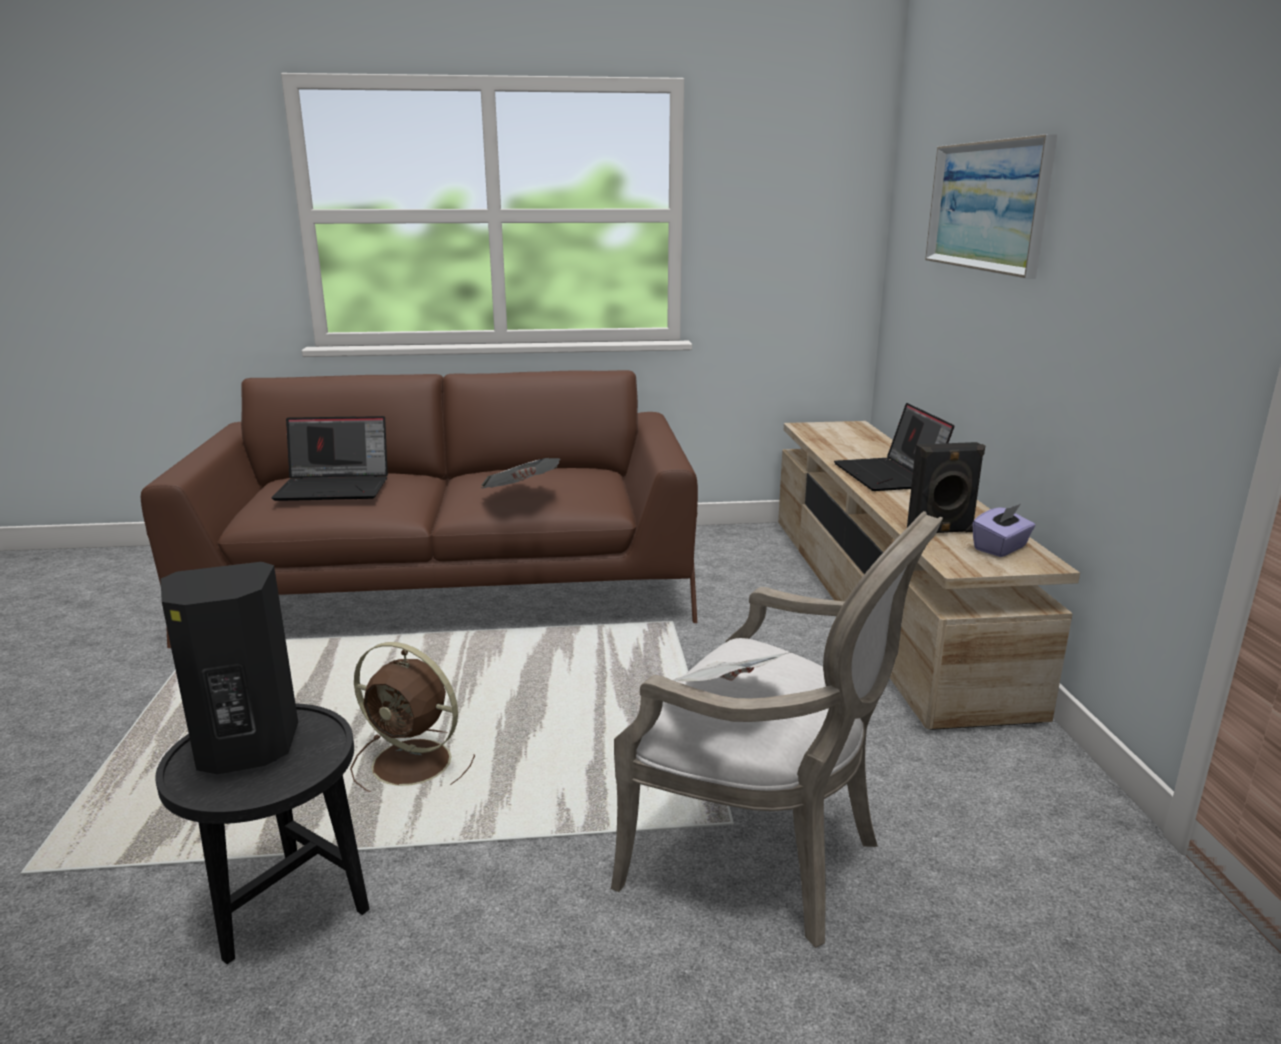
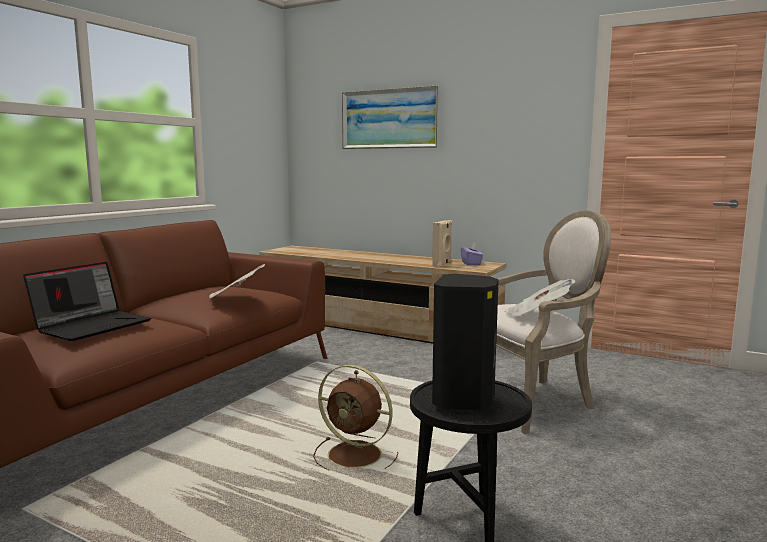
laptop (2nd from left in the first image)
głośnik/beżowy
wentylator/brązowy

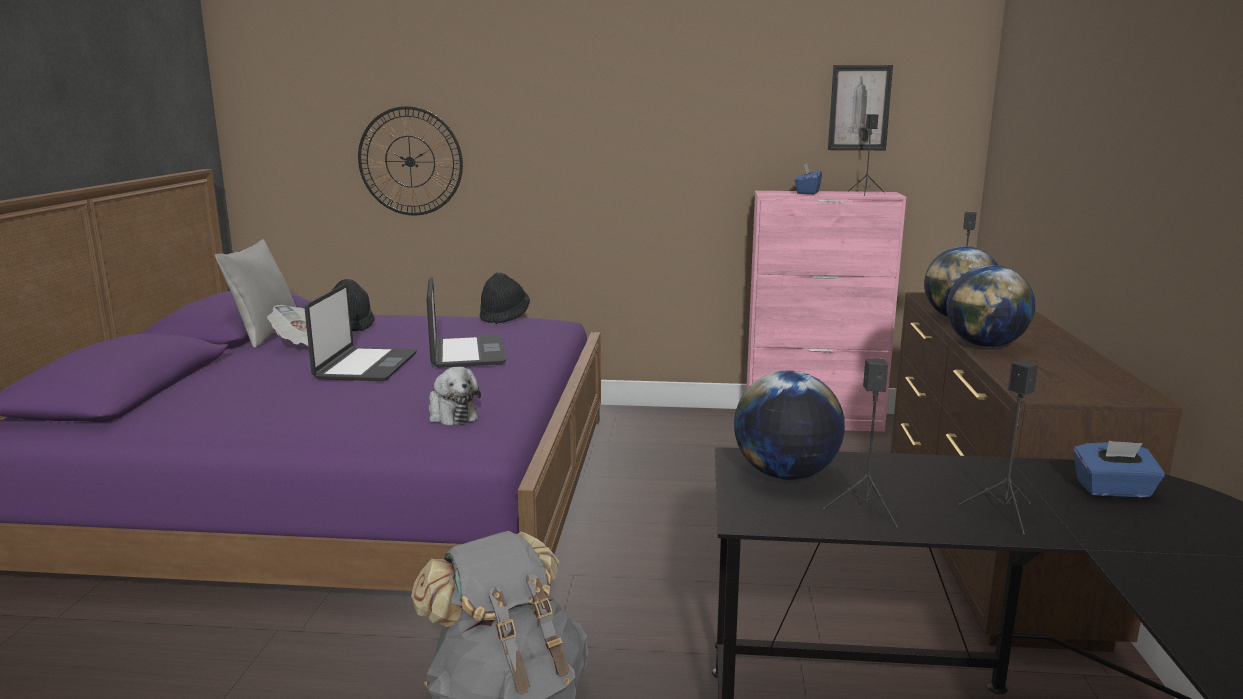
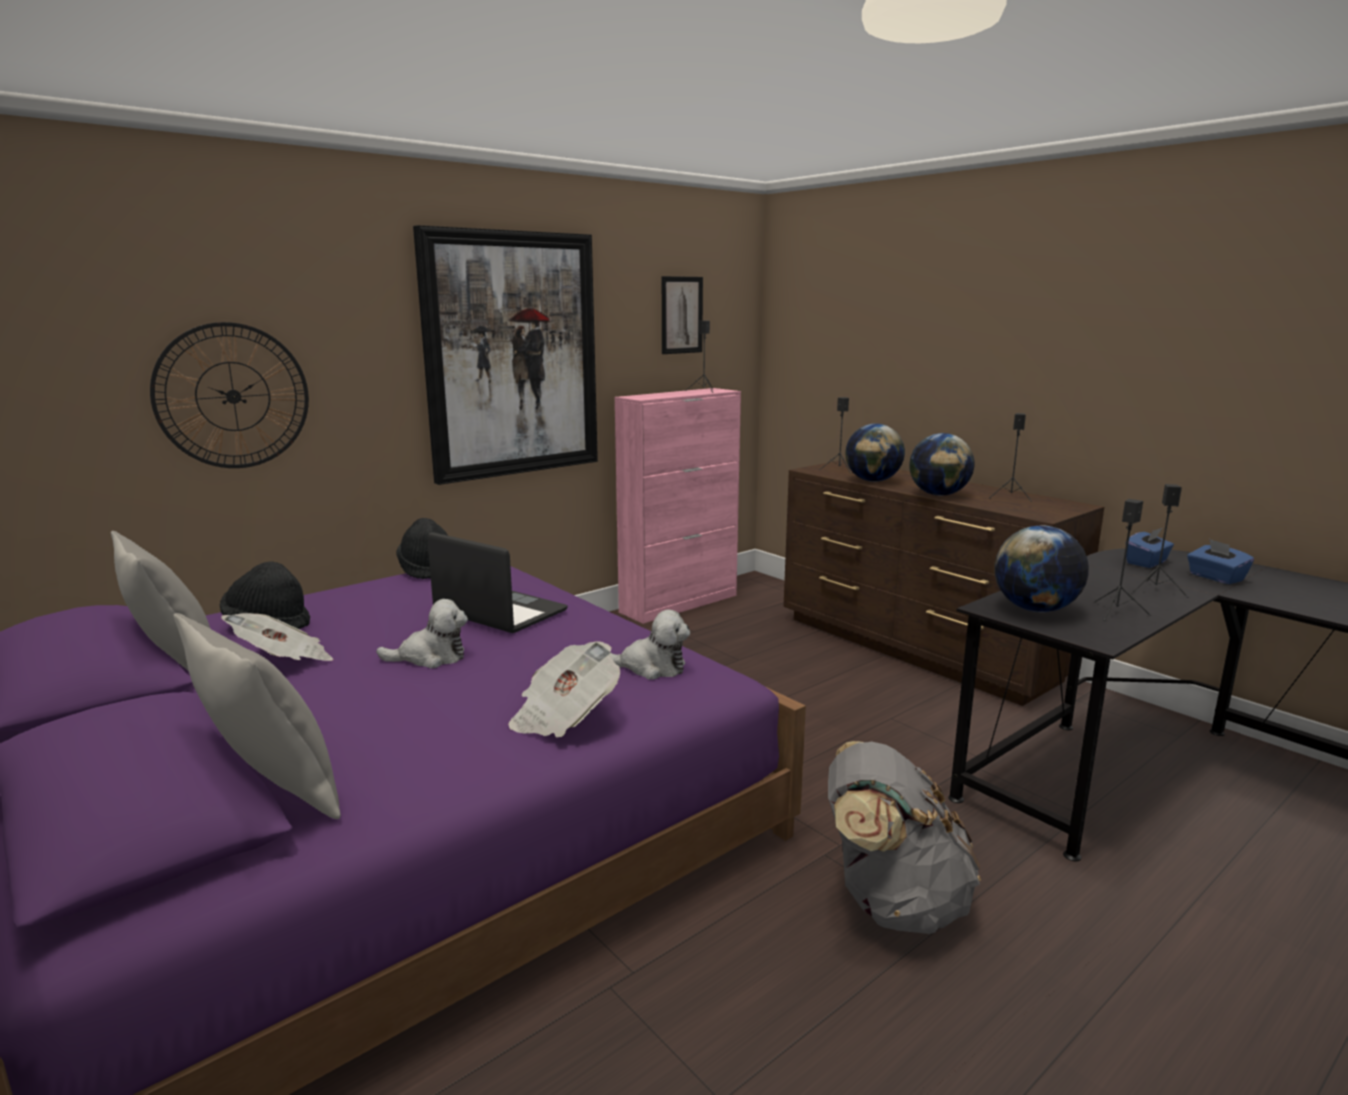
pudełko chusteczek/niebieski (2nd from left)
pluszak (1st from left)
obraz (1st from left)
głośnik/czarny (3rd from left)
poduszka/szary (2nd from left)
gazeta (2nd from left)

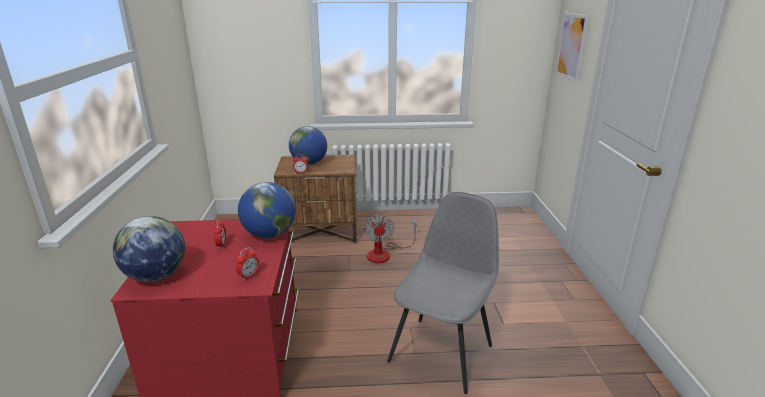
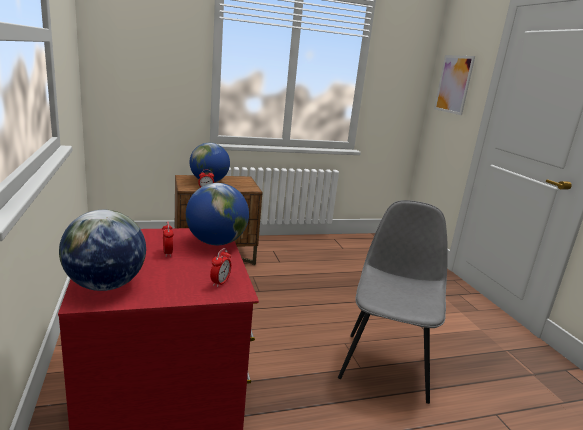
wentylator

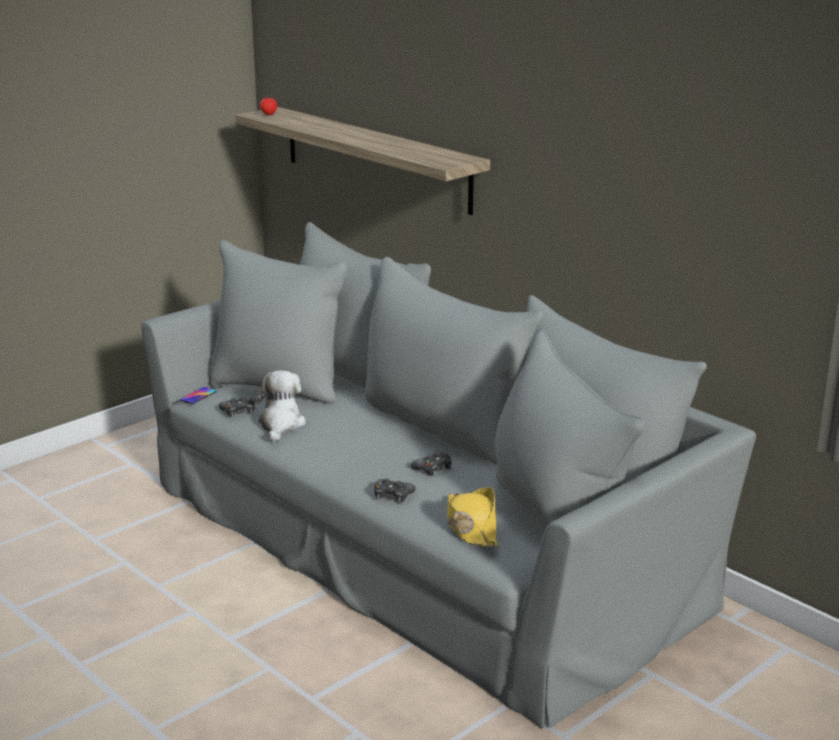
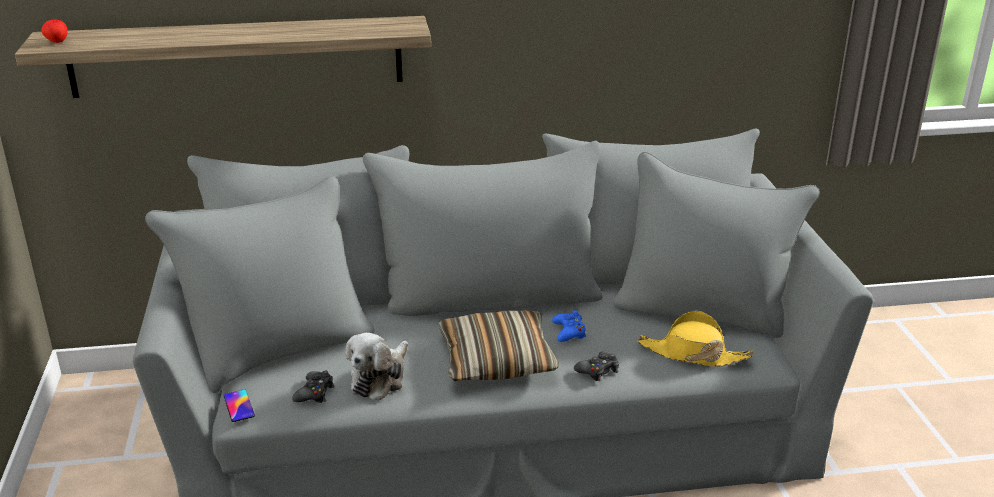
pluszak
pad do gier/niebieski
poduszka

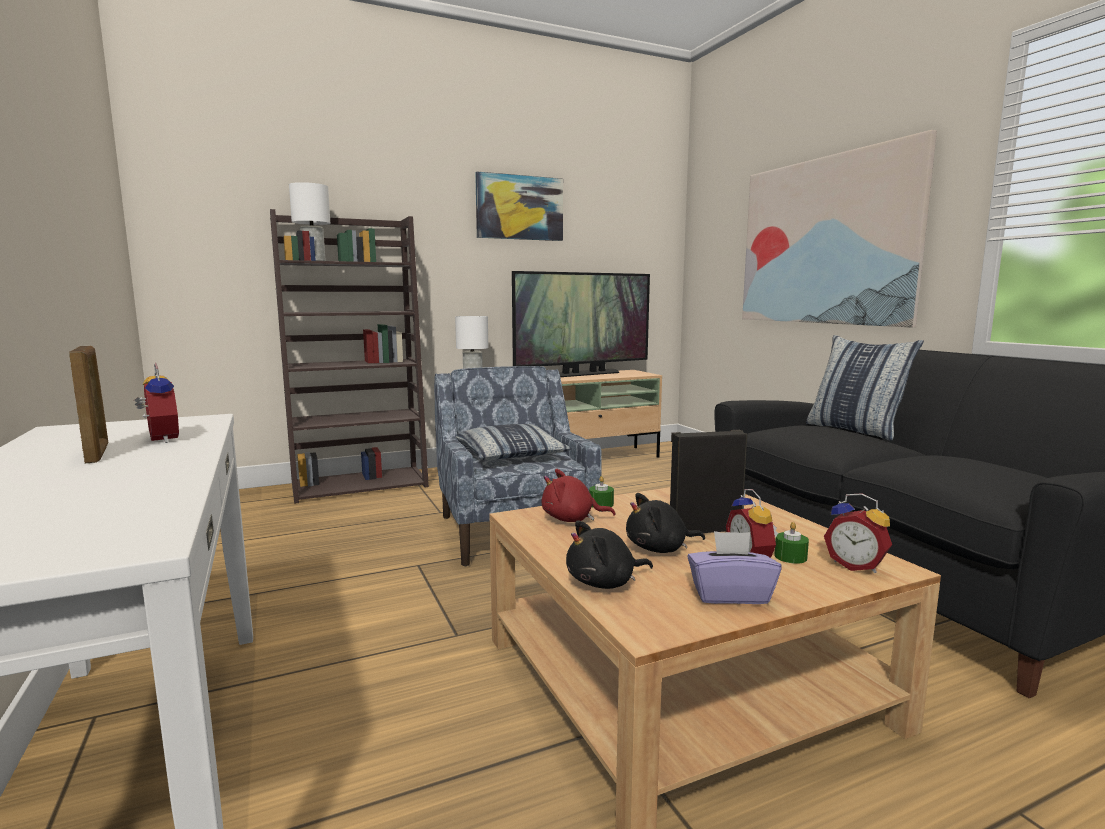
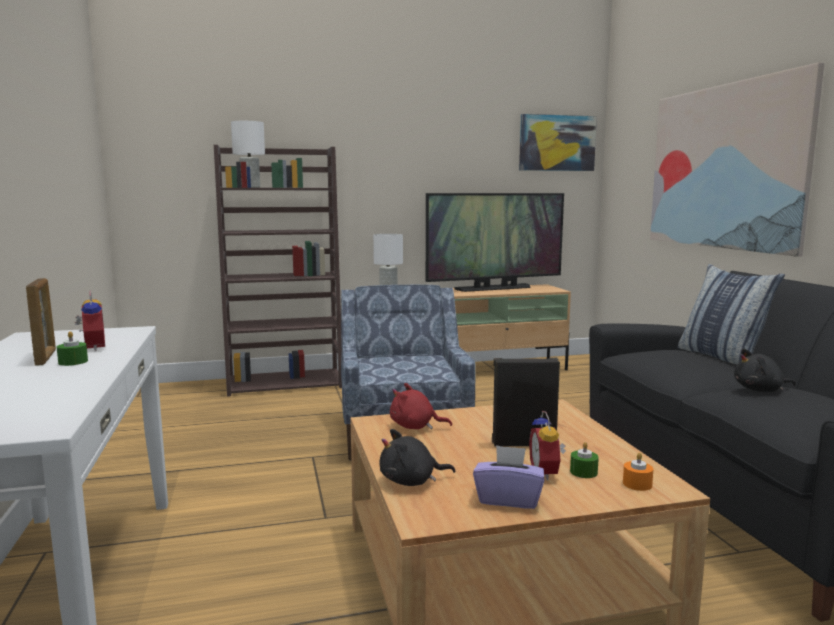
obraz (1st from left)
poduszka (1st from left in the first image)
świeca/zielony (1st from left)
pluszak/czarny (2nd from left)
świeca/pomarańczowy

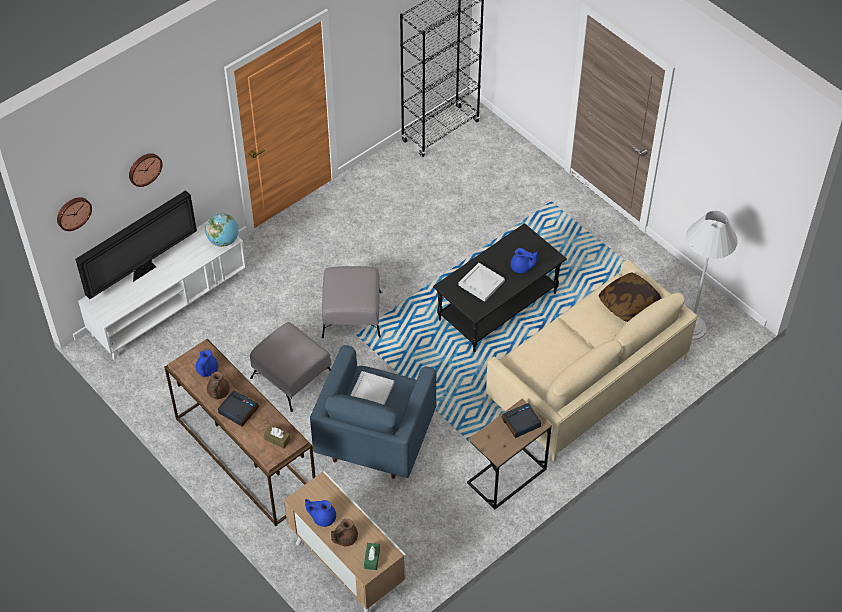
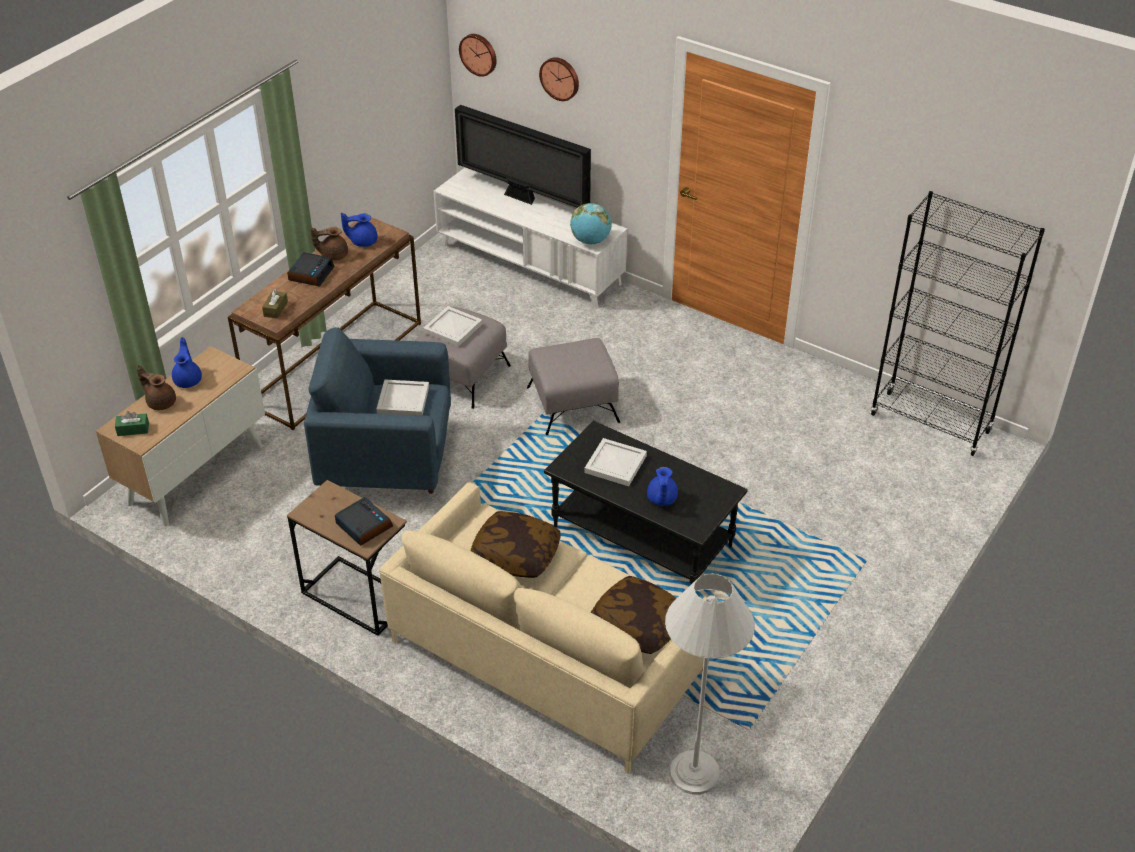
taca/biały (2nd from left)
poduszka (1st from left)

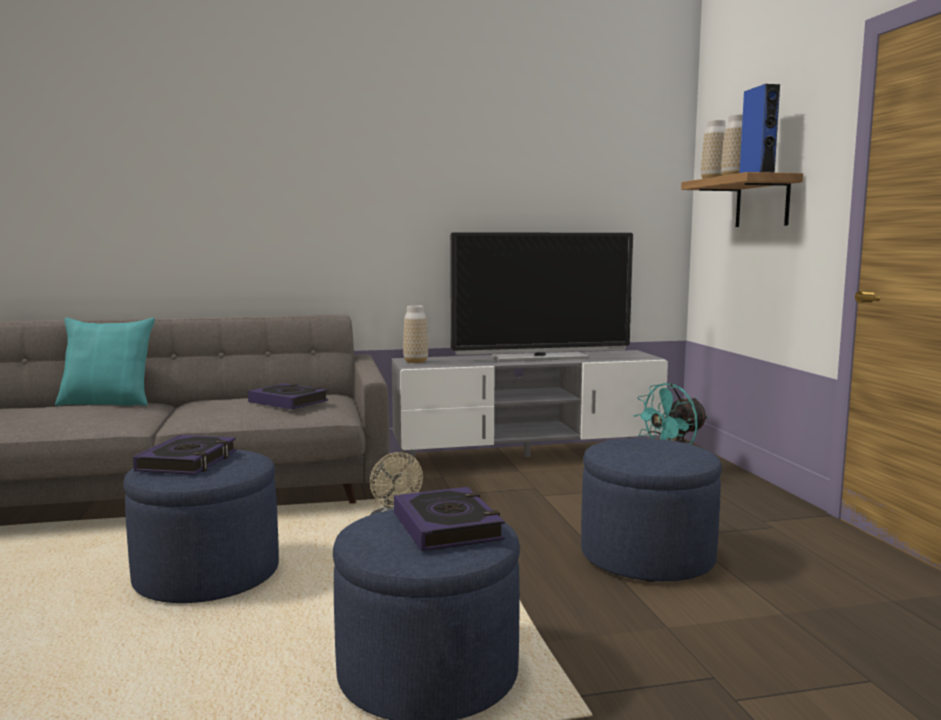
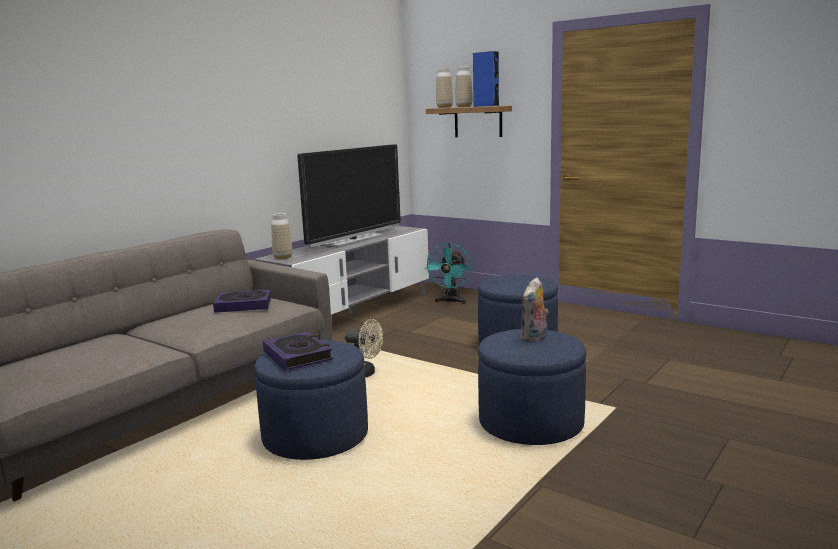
poduszka/turkusowy
pluszak

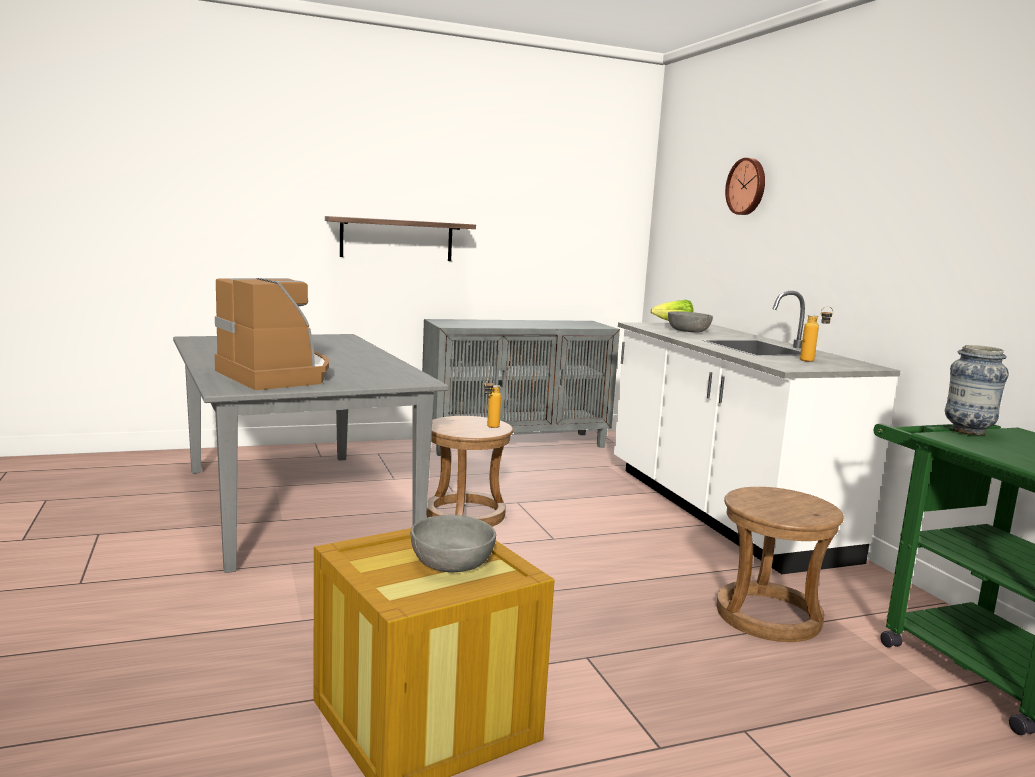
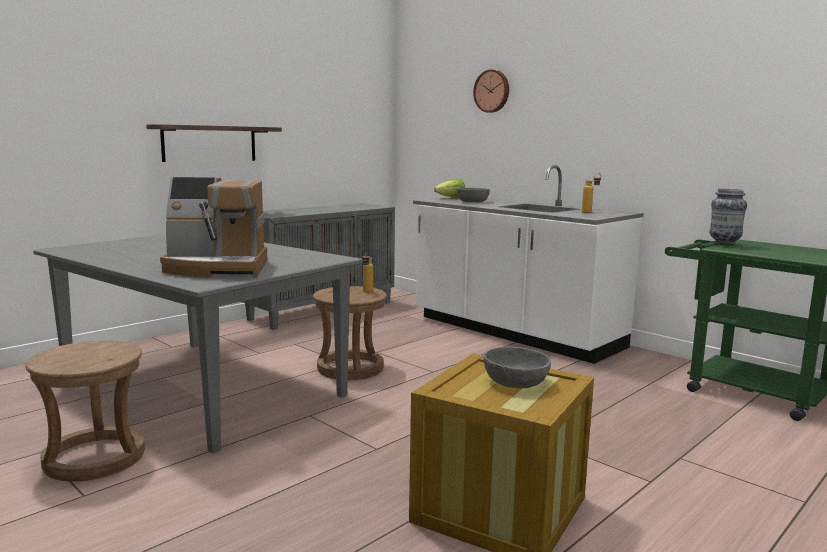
ekspres do kawy
stołek/brązowy (1st from left)

